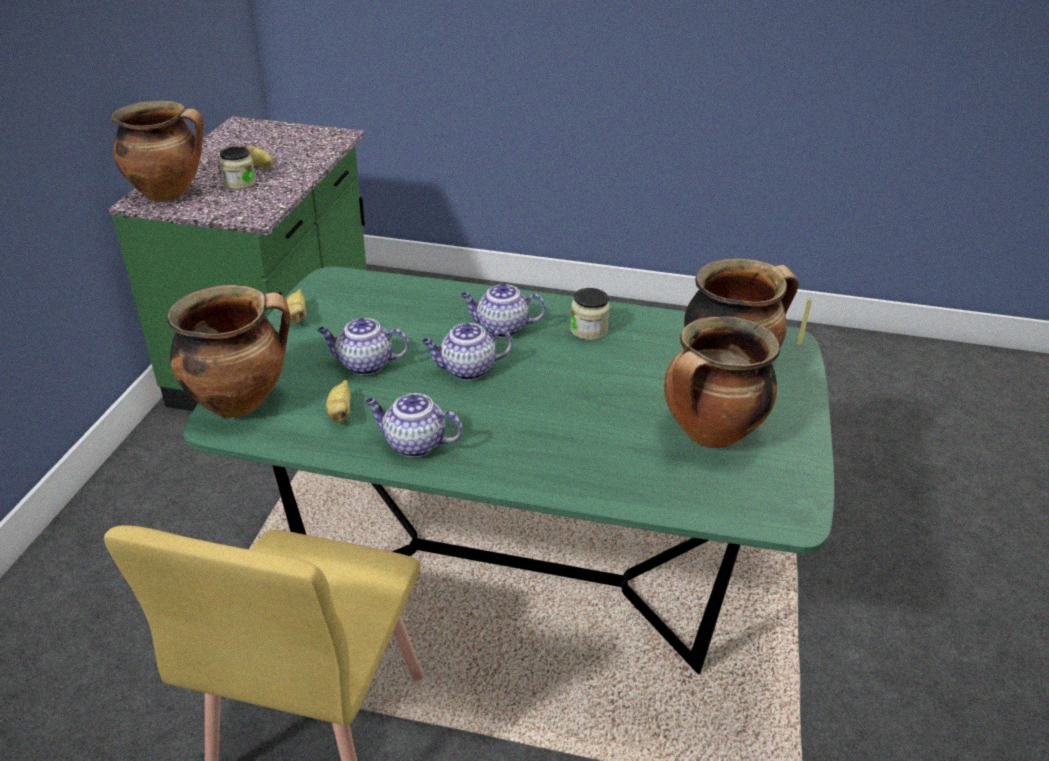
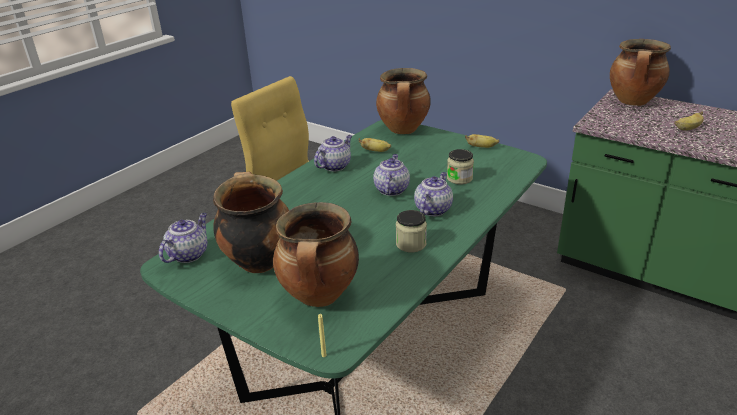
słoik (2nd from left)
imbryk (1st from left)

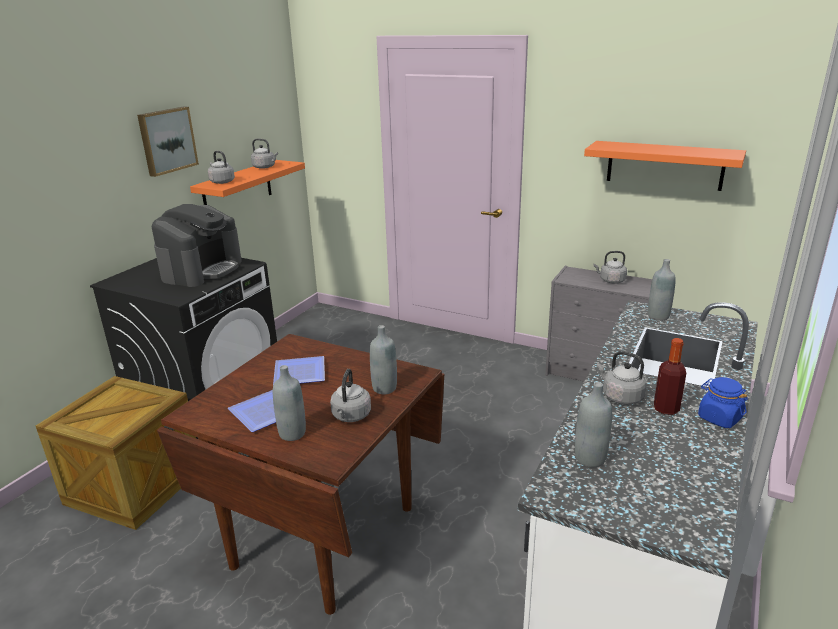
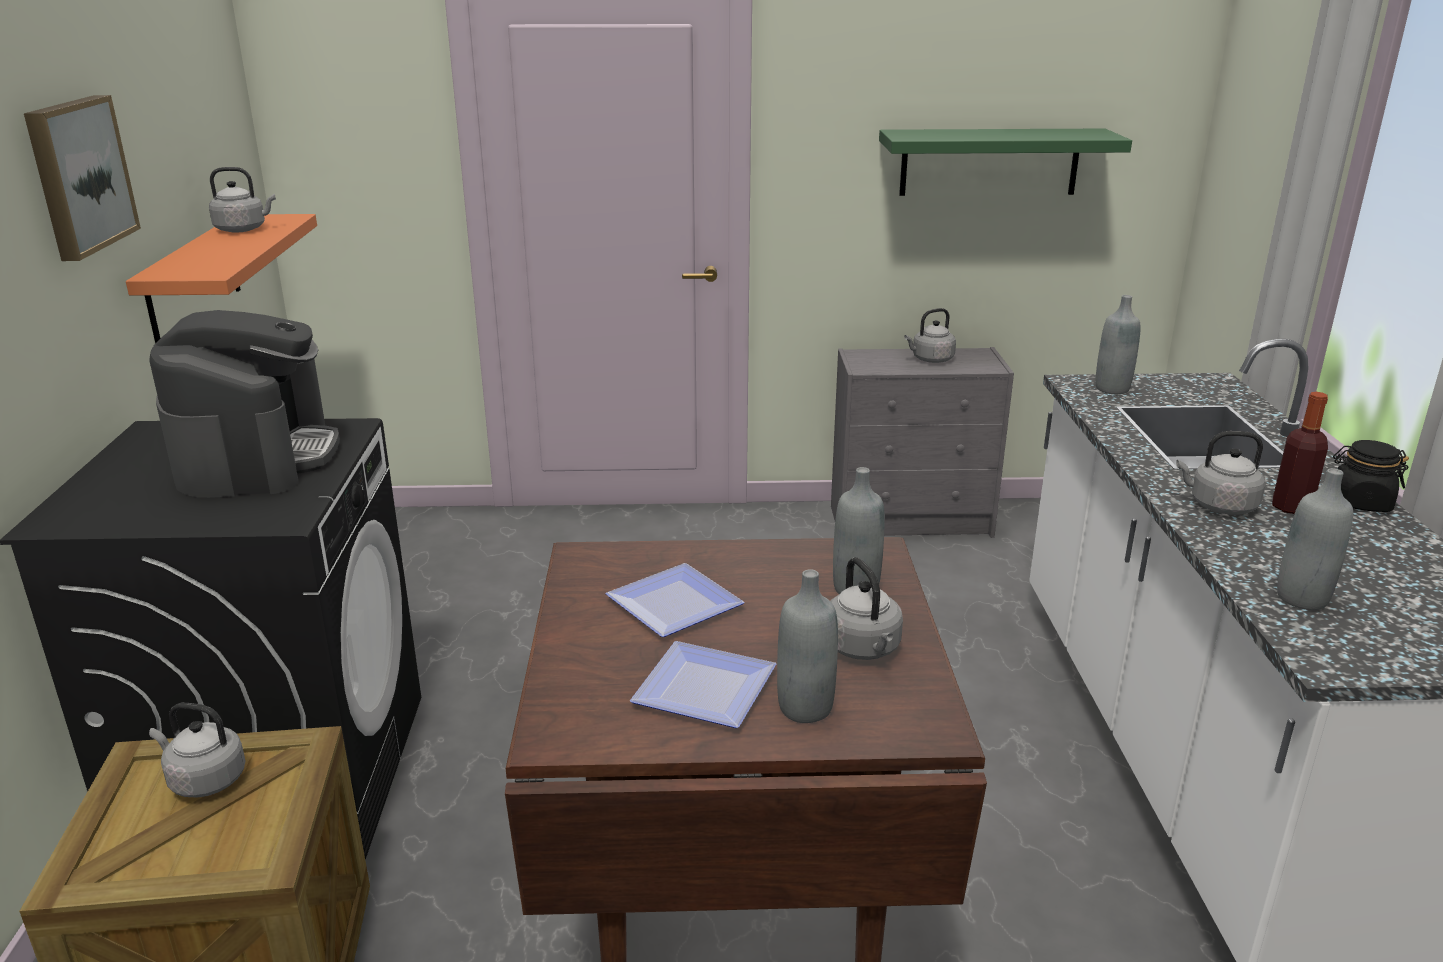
półka/zielony
czajnik/szary (1st from left)
słoik/czarny

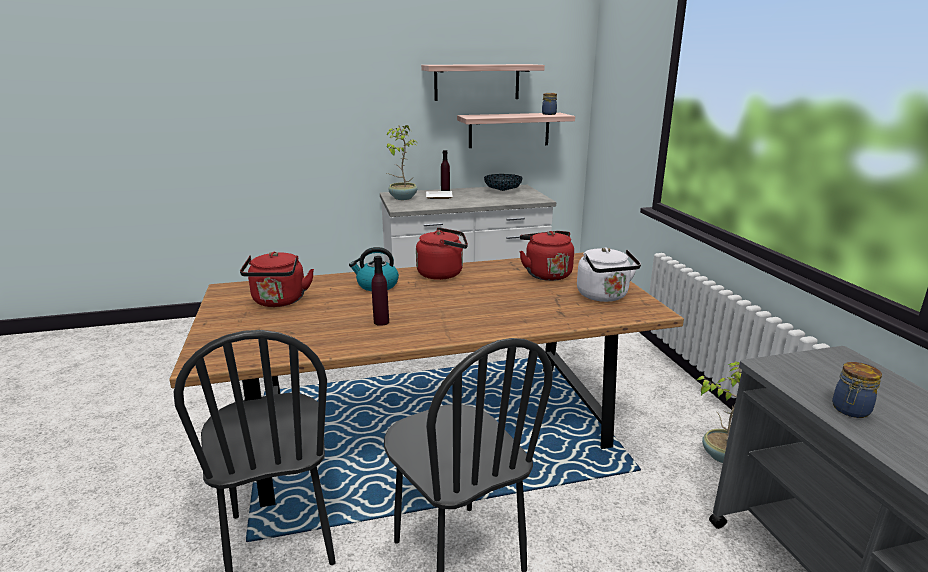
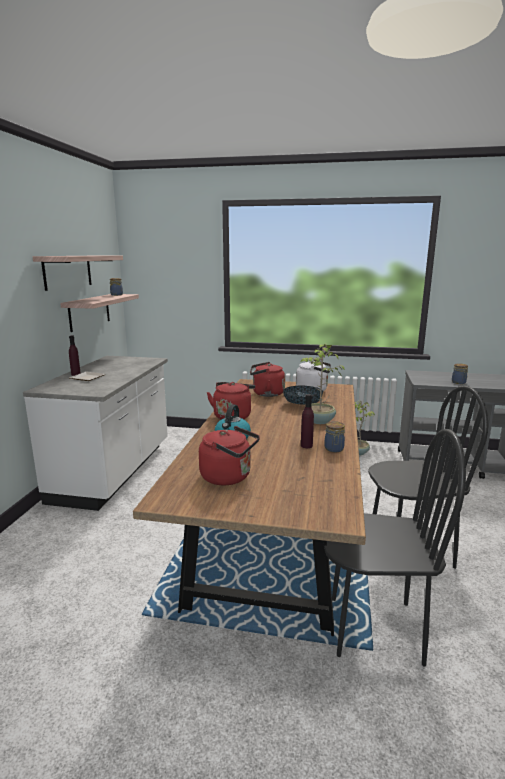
roślina doniczkowa (1st from left)
miska
słoik (2nd from left)

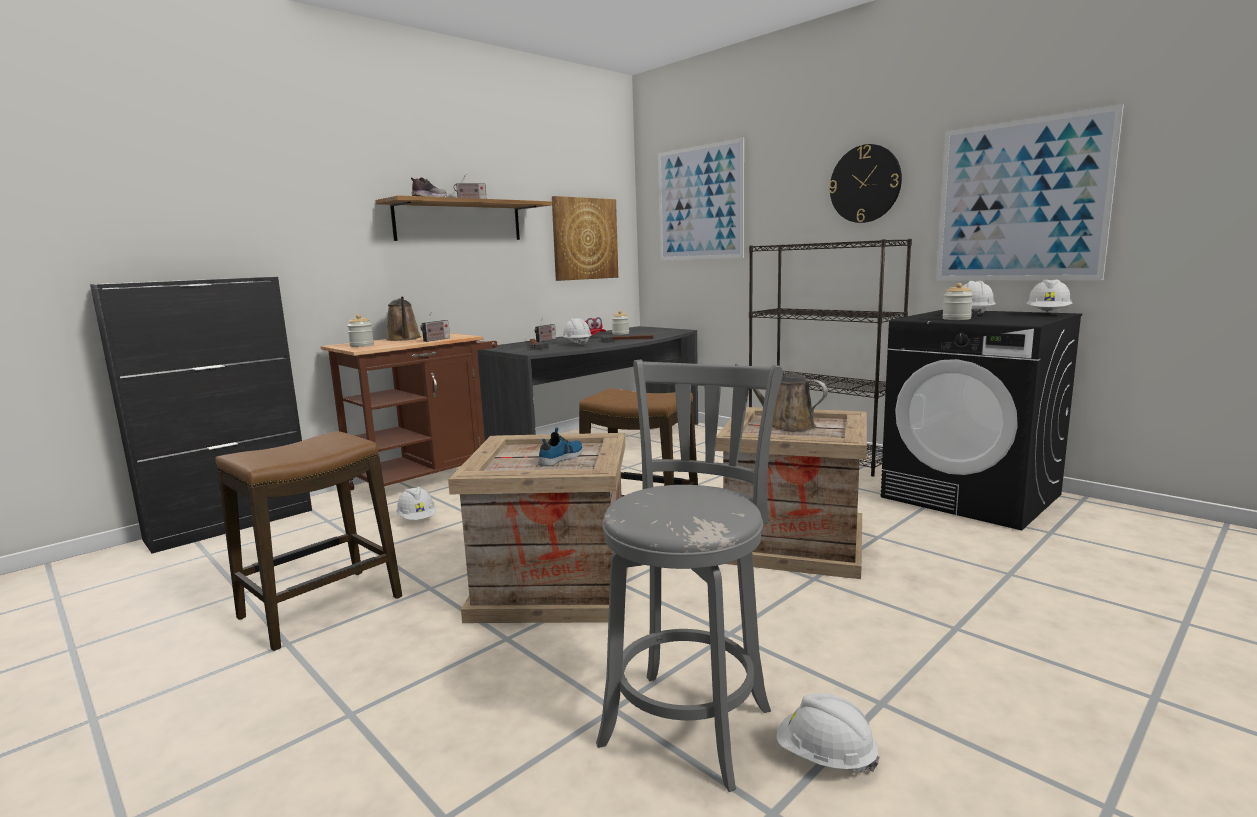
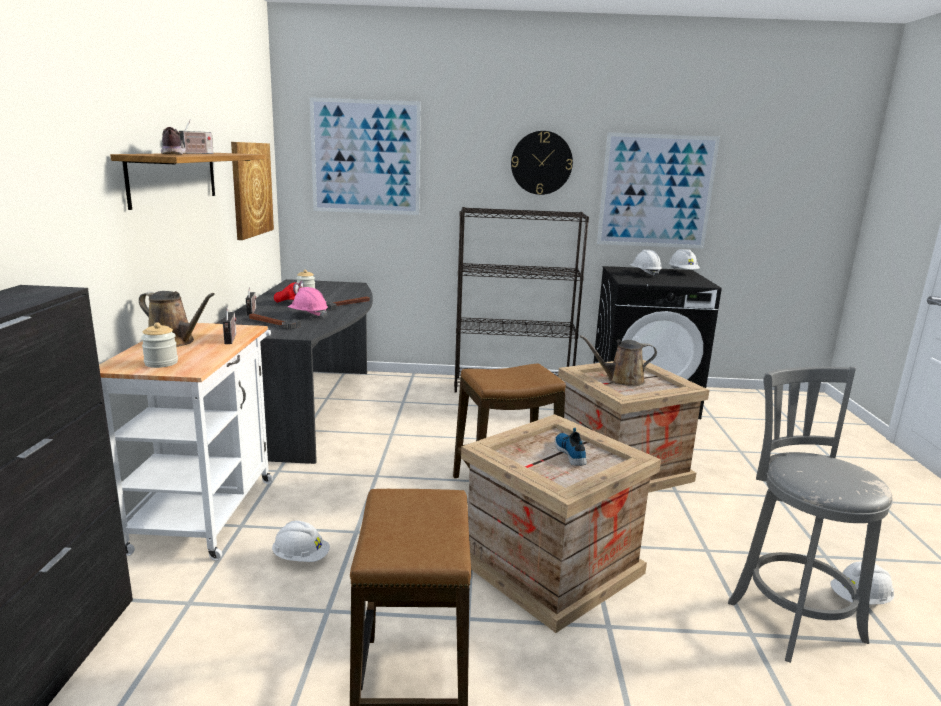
słoik (3rd from left in the first image)
kask/różowy
wózek/biały

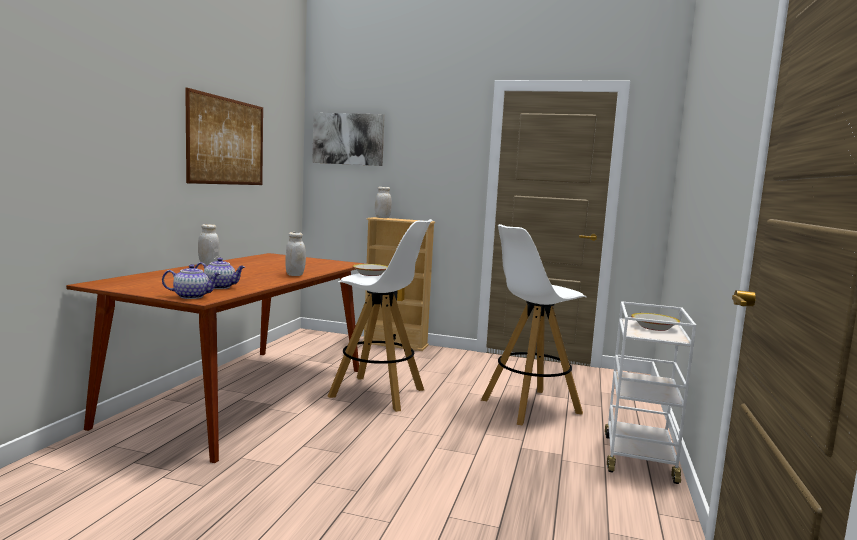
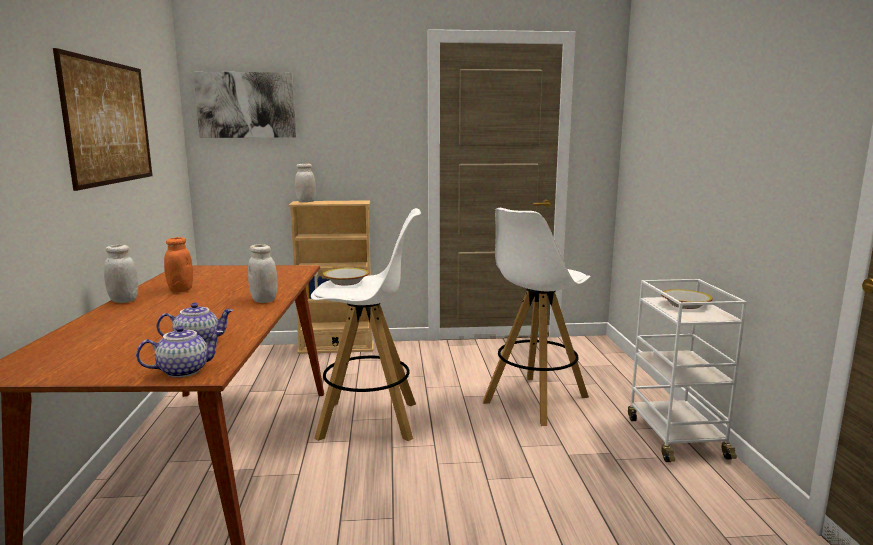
słoik/pomarańczowy

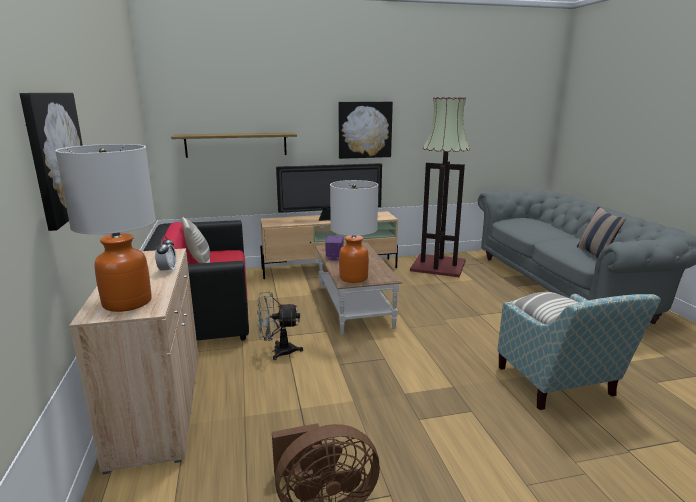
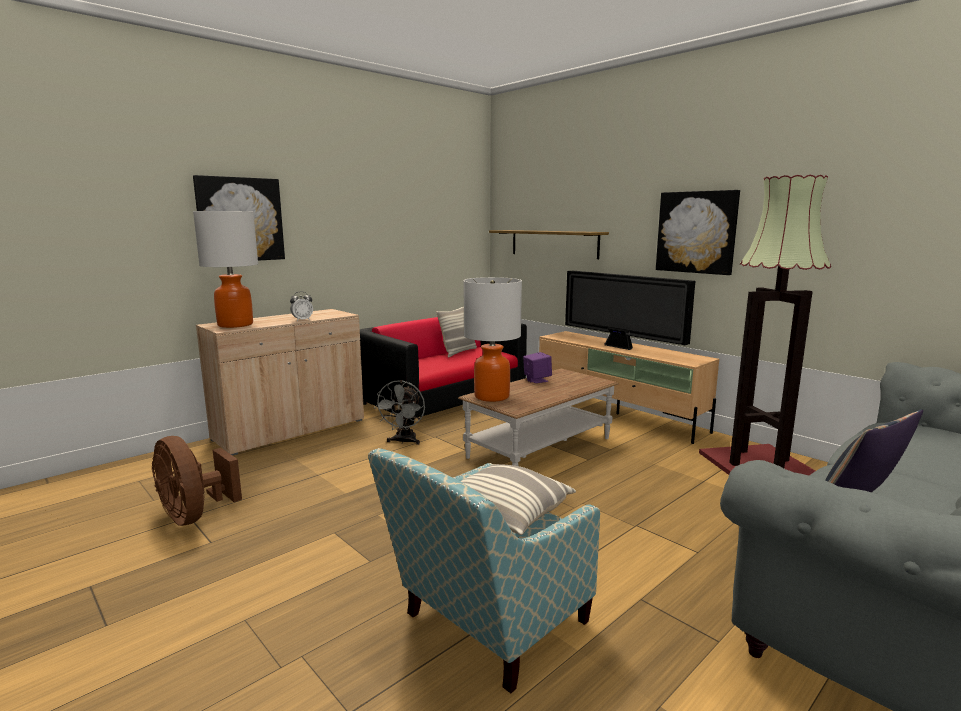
wentylator/szary

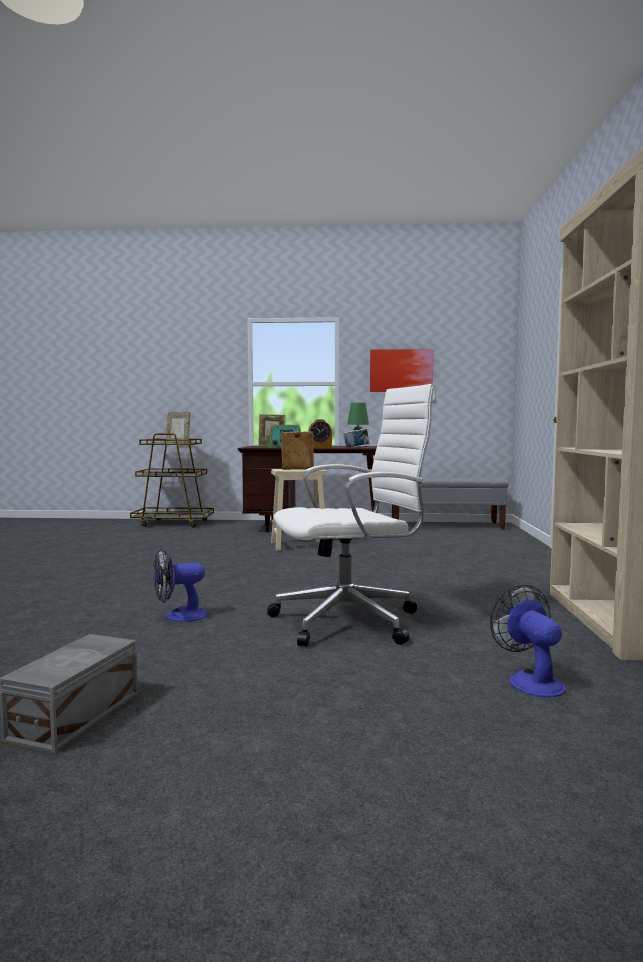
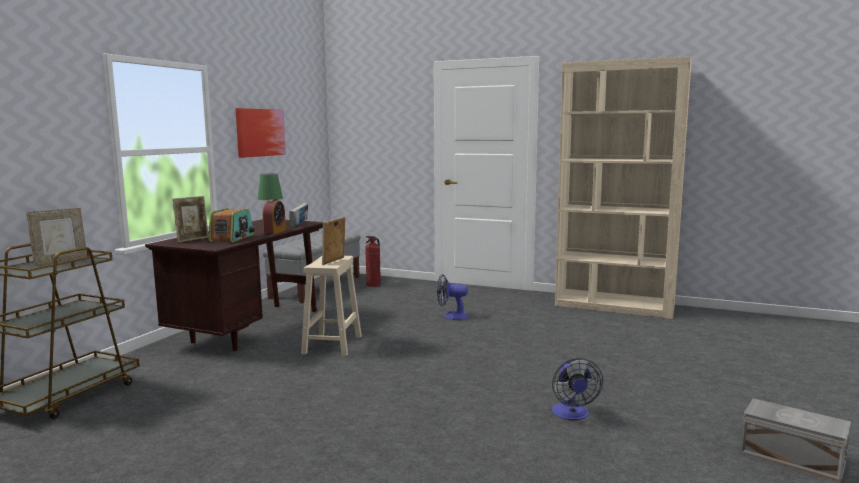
krzesło biurowe/biały
wentylator (1st from left)
gaśnica

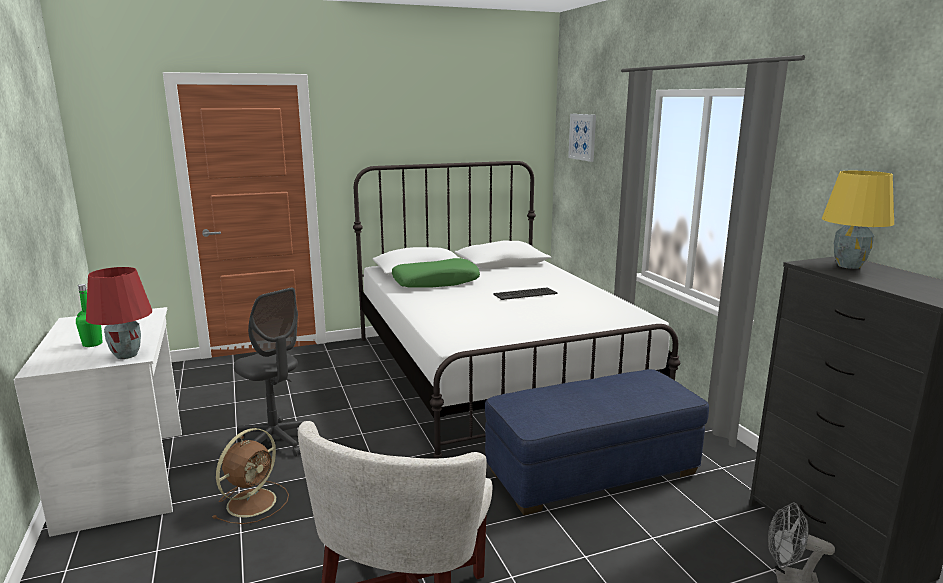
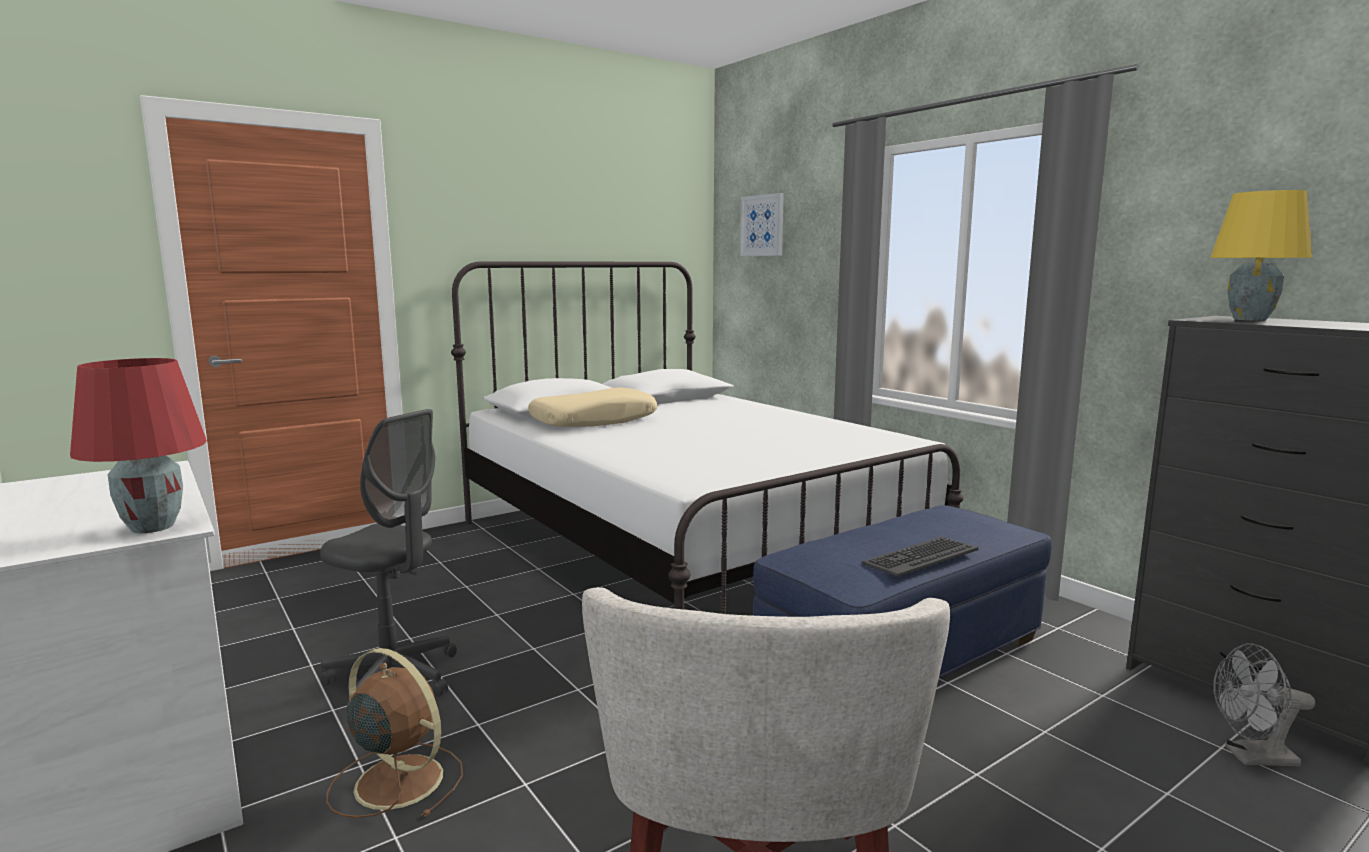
poduszka/beżowy
butelka/zielony
klawiatura
wentylator/brązowy

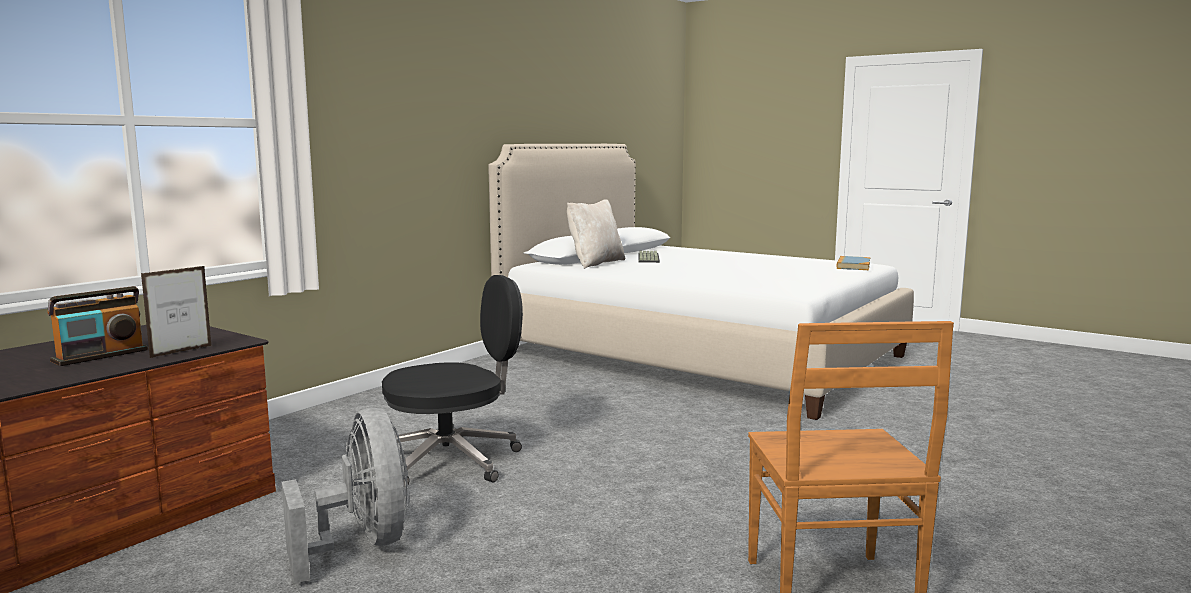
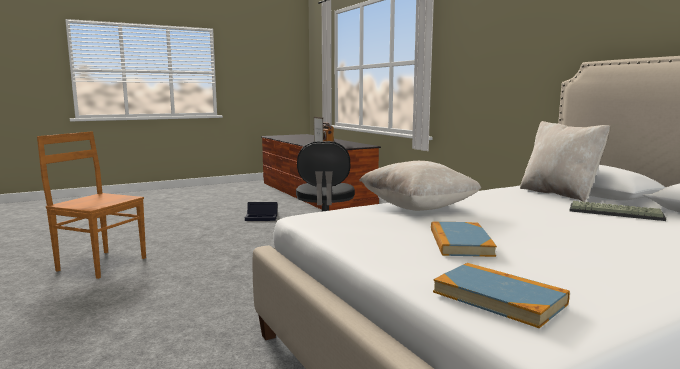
pojemnik do przechowywania/czarny
poduszka/beżowy (1st from left)
książka (1st from left)

